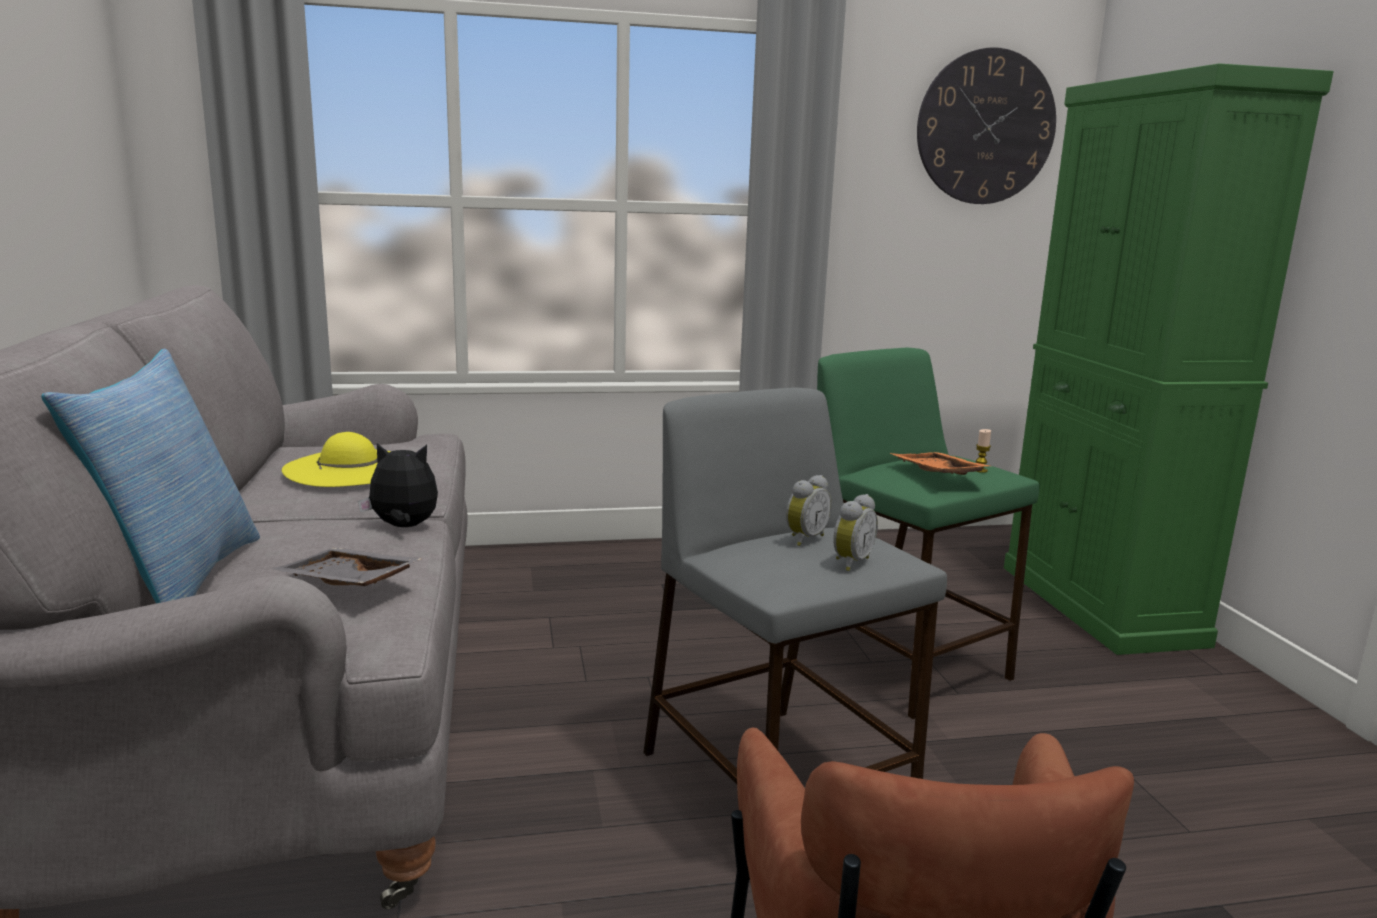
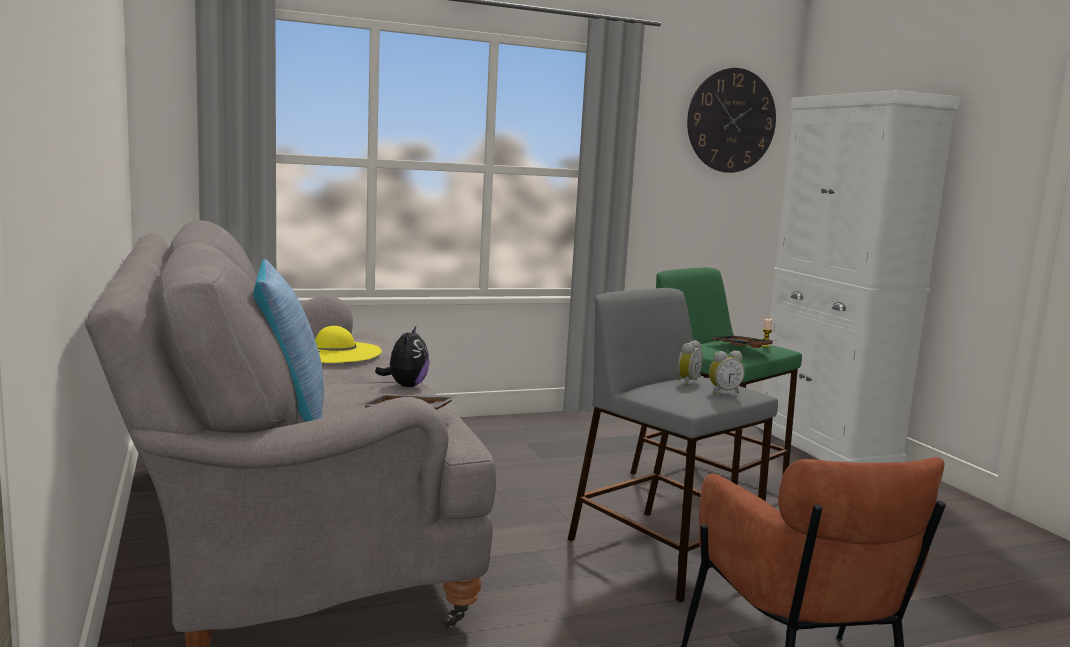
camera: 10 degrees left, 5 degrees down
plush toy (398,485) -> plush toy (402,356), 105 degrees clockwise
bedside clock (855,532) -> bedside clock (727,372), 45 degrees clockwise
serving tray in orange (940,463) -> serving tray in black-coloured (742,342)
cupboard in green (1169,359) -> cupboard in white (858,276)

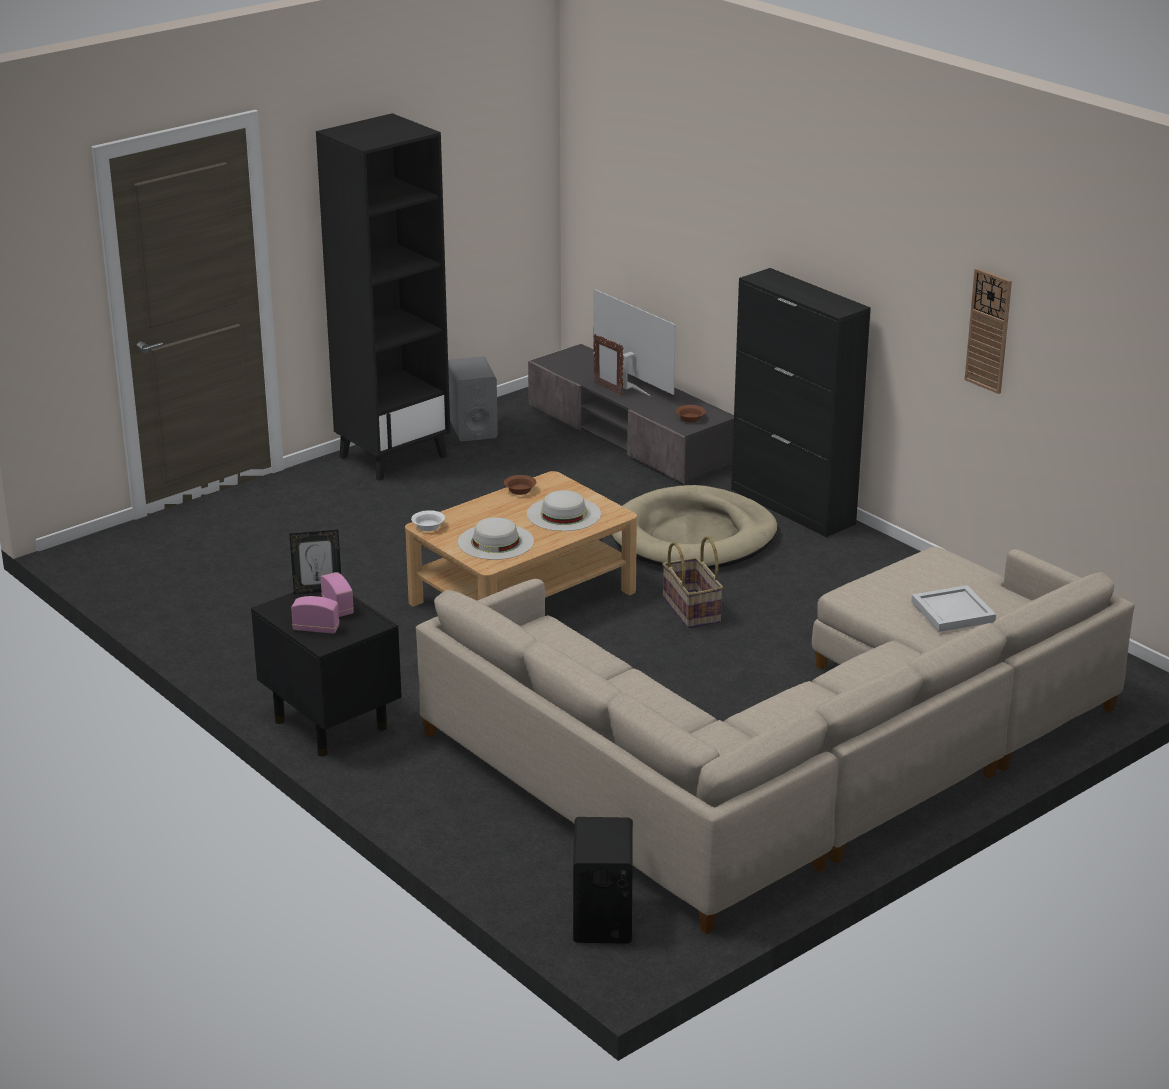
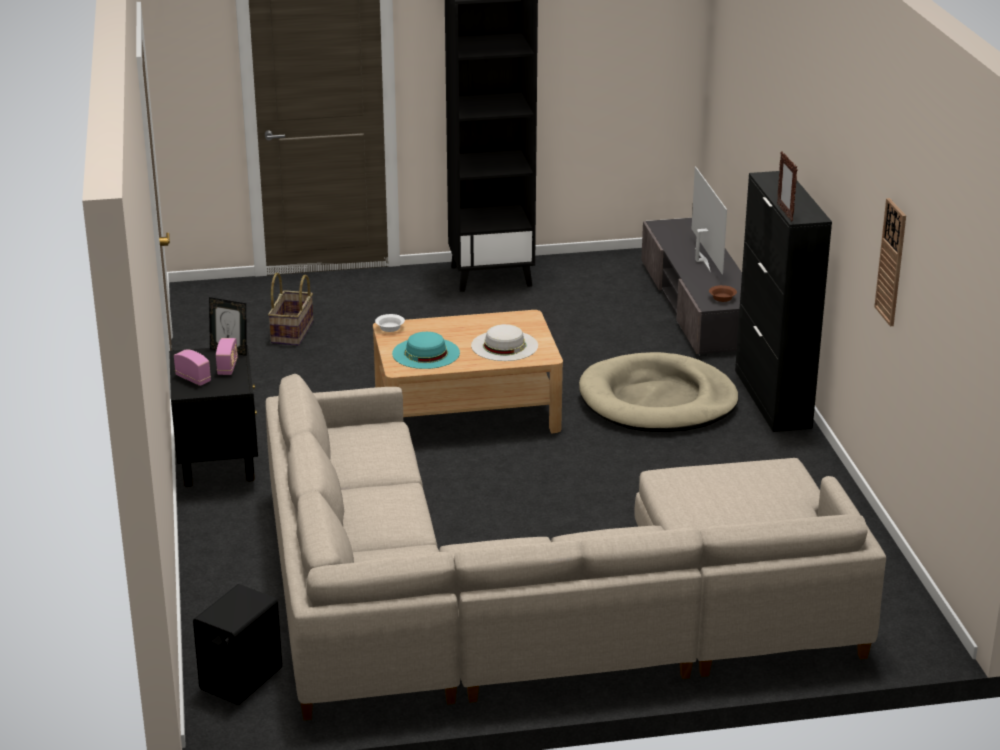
camera: 30 degrees right, 0 degrees up
audio speaker in grey (473,399) -> none
hat in white (496,538) -> hat in turquoise-coloured (426,350)
deep dish in brown (520,485) -> none
photo frame (608,364) -> photo frame (787,186), move
storage basket (692,582) -> storage basket (290,309), move
serving tray in white (953,608) -> none

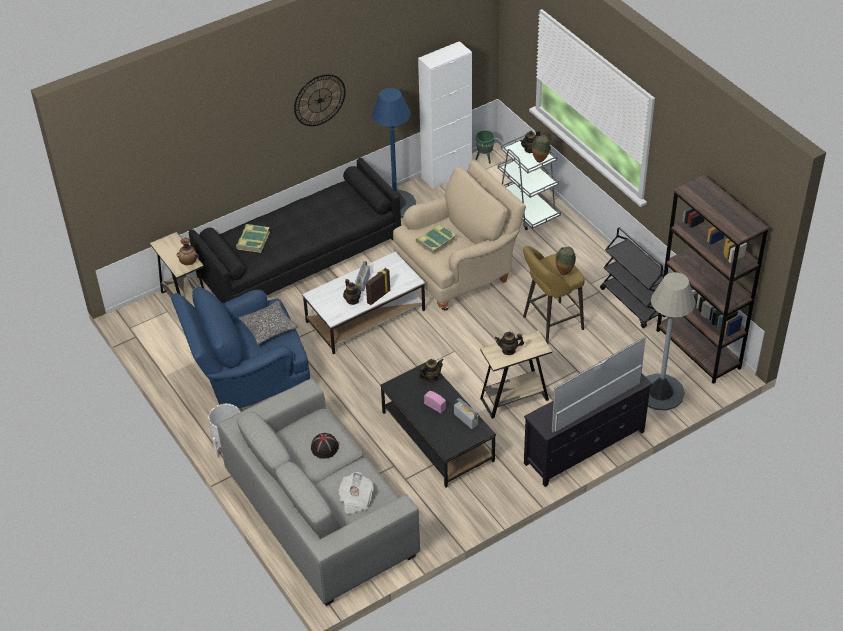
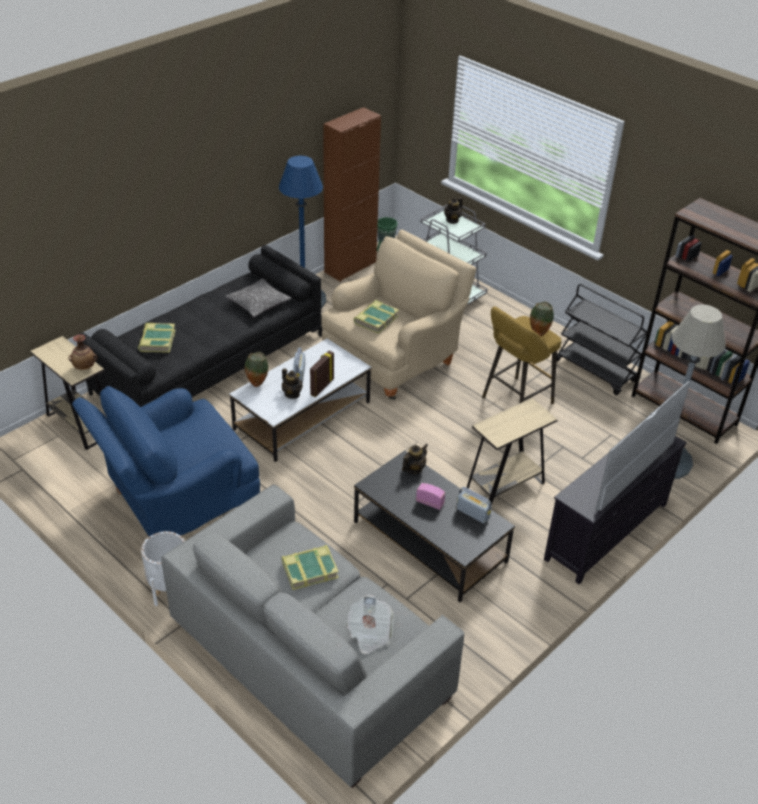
camera: 15 degrees left, 5 degrees down
throw pillow (268,323) -> throw pillow (259,298), move
hanging clock (320,100) -> none
hat in black-coloured (325,445) -> book (310,567)
cupboard in white (445,115) -> cupboard in brown (352,194)
tea pot (509,343) -> none
vase (541,149) -> vase (256,369), move

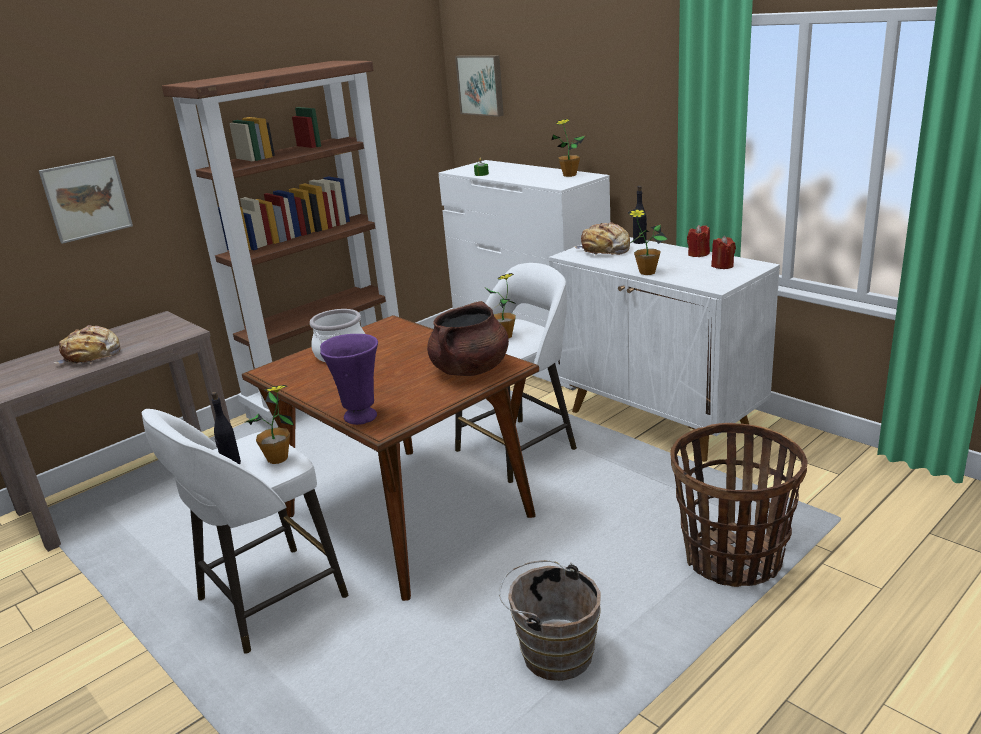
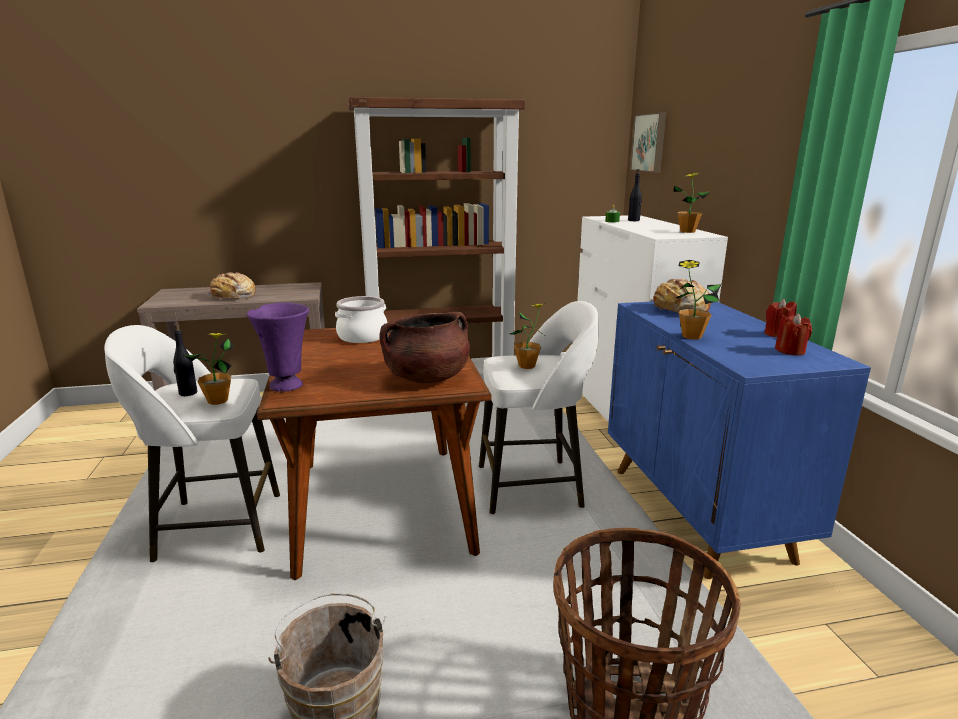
camera: 30 degrees right, 5 degrees down
picture (86,200) -> none
cupboard in white (664,349) -> cupboard in bluish (739,440)
bottle in black-coloured (640,215) -> bottle in black-coloured (635,195), move

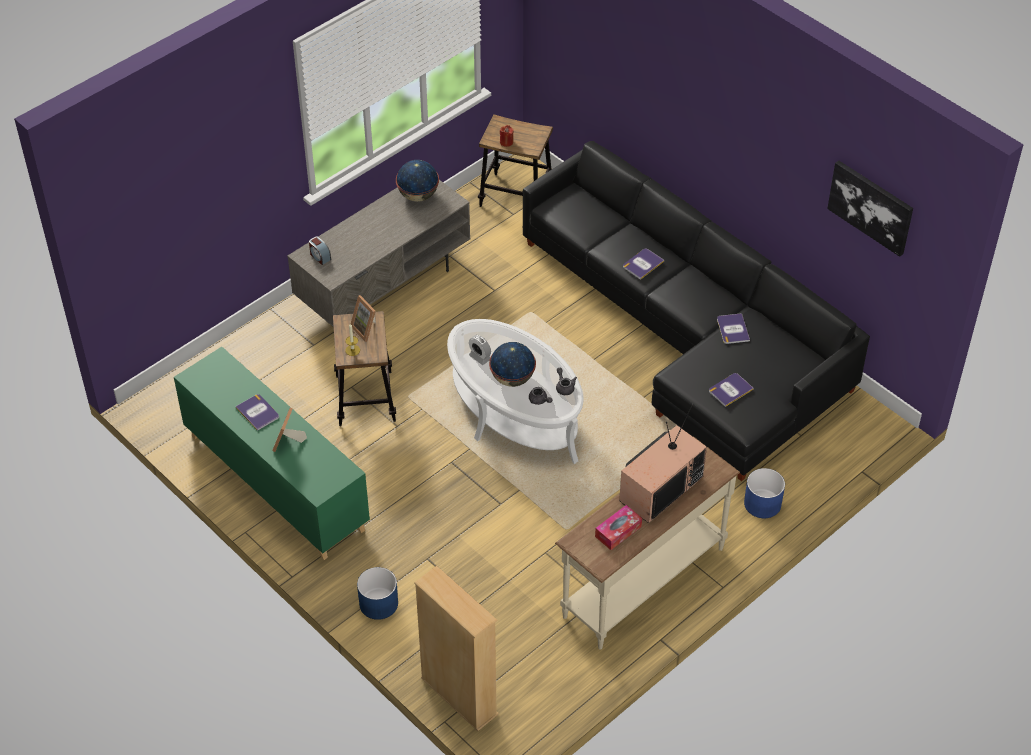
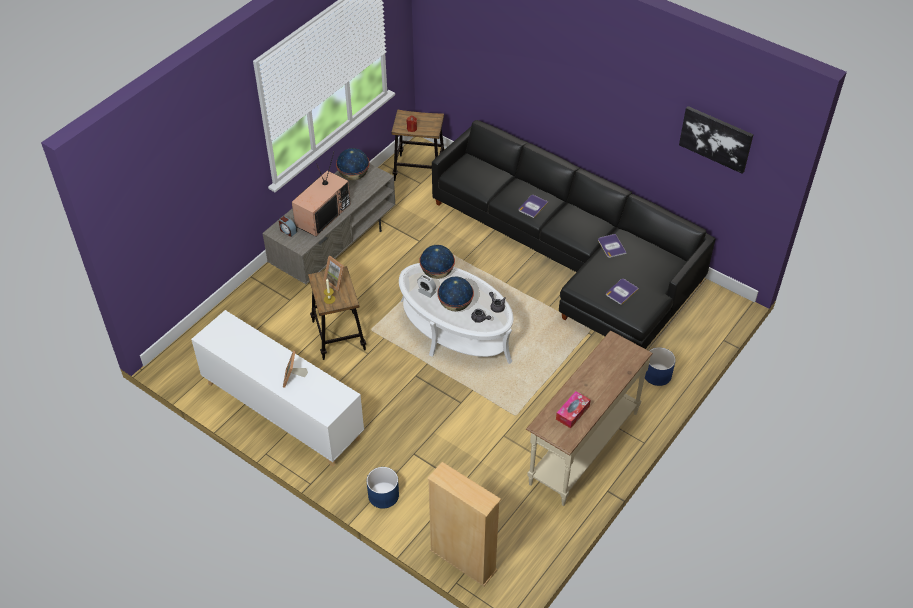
camera: 10 degrees left, 0 degrees up
cupboard in green (272,453) -> cupboard in white (277,388)
book (257,412) -> none
television (663,463) -> television (321,194), move
none -> desk globe (437,262)

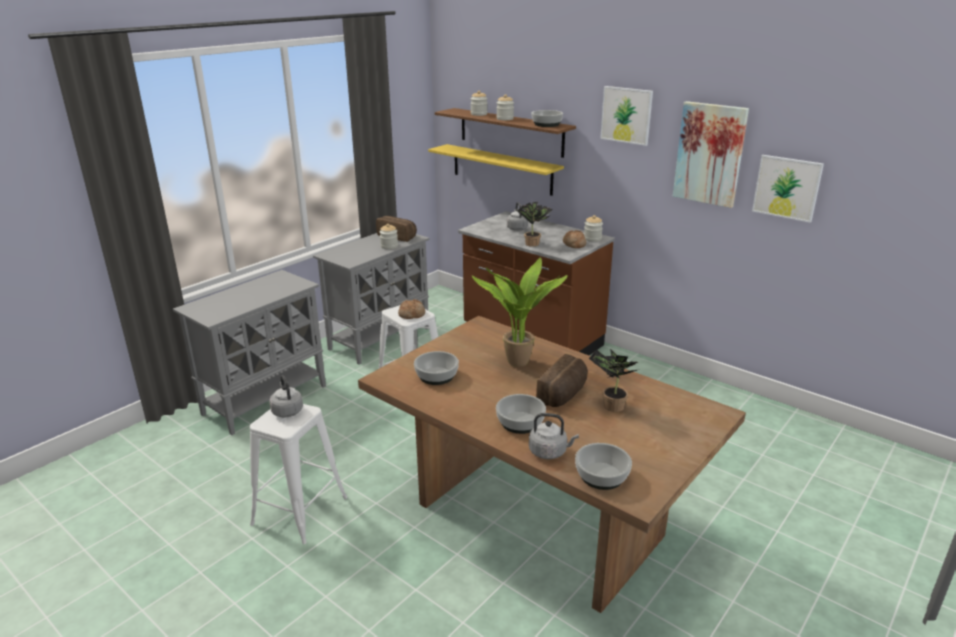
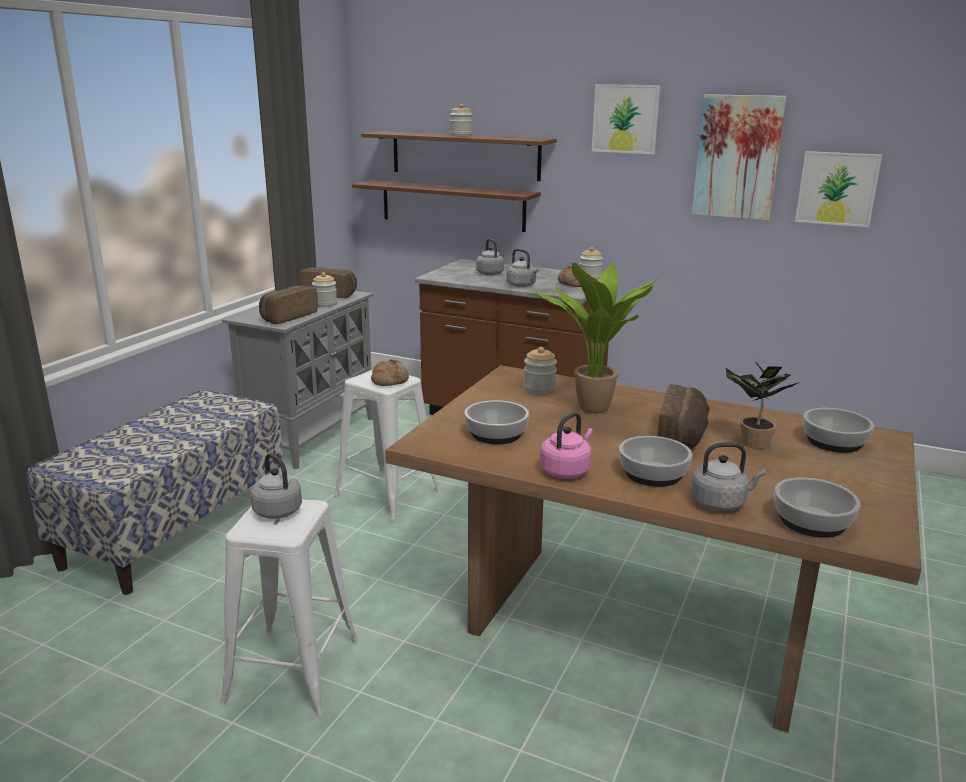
camera: 15 degrees left, 5 degrees down
cupboard in grey (249,352) -> indoor bench (154,492)
wall shelf in yellow (496,170) -> wall shelf in brown (446,206)
jar (479,103) -> jar (540,370), move
houseplant (534,224) -> kettle in grey (522,268)
deep dish (547,118) -> deep dish (838,430), move
none -> baked bread (288,304)
none -> kettle in pink (566,445)

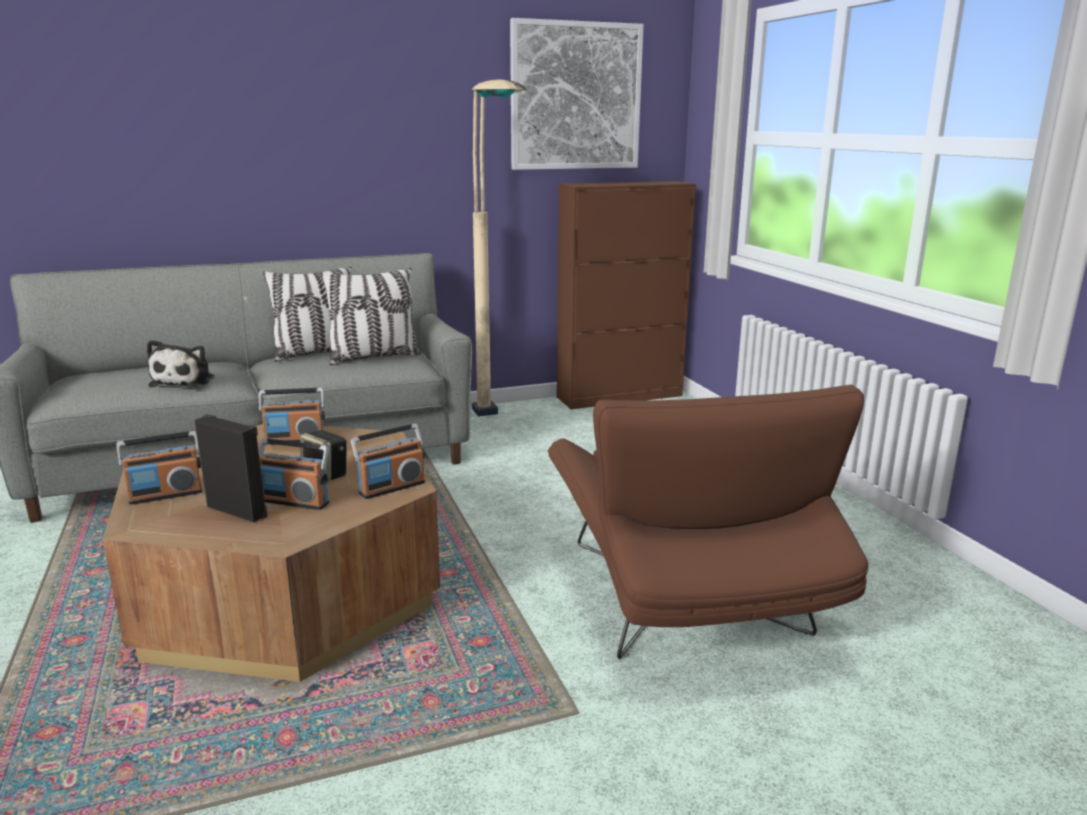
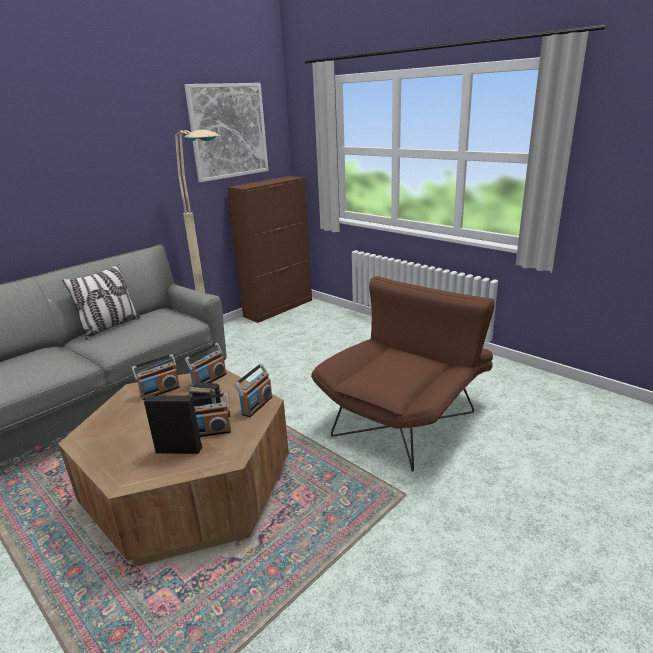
camera: 25 degrees left, 5 degrees up
radio receiver (159,468) -> radio receiver (206,364), move
plush toy (181,364) -> none
throw pillow (371,316) -> none
armchair in brown (708,522) -> armchair in brown (403,374), 105 degrees counterclockwise

